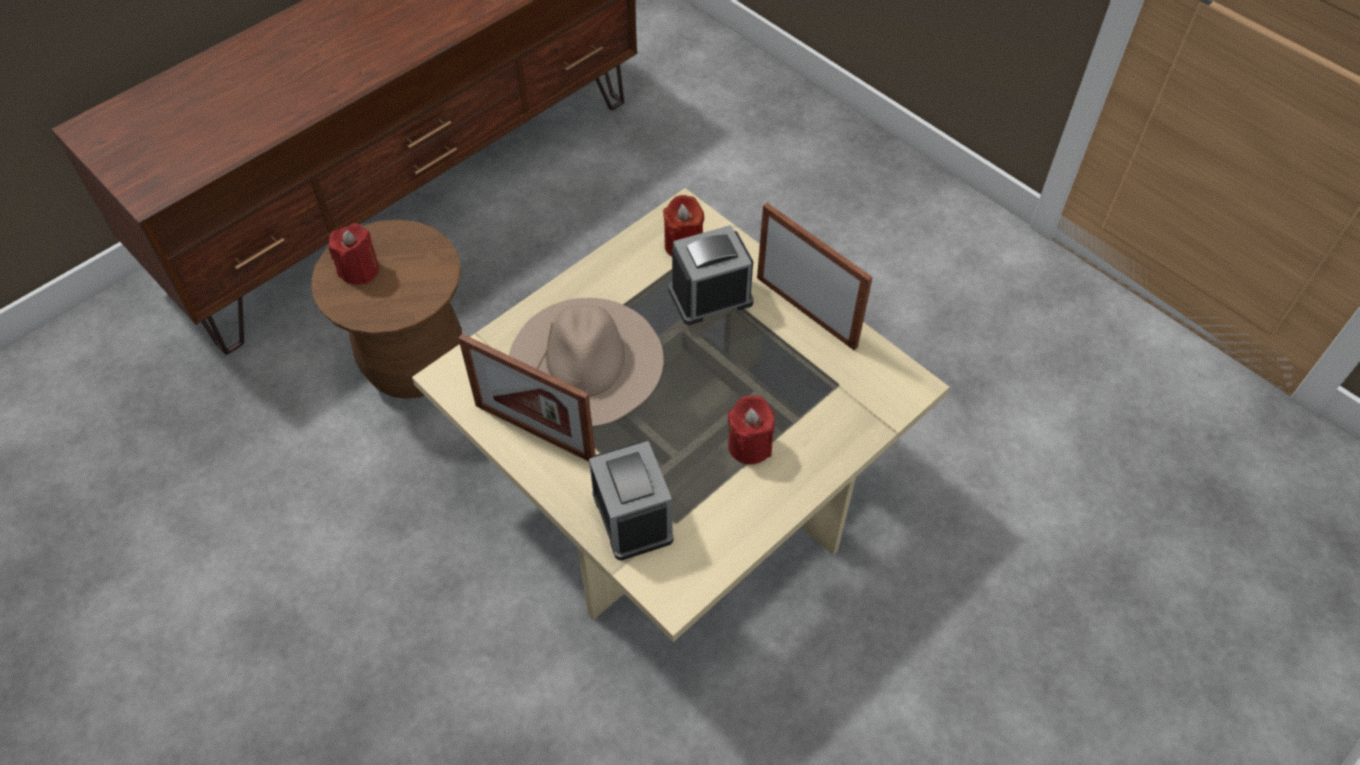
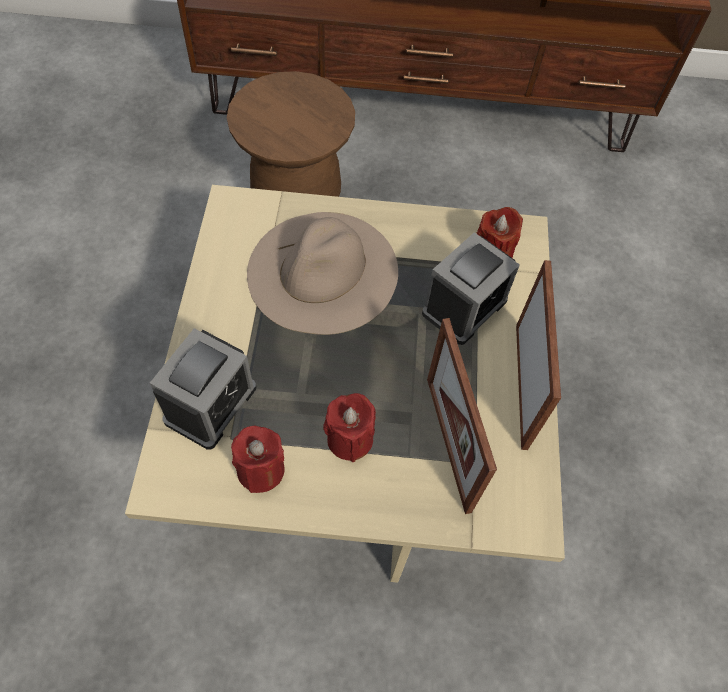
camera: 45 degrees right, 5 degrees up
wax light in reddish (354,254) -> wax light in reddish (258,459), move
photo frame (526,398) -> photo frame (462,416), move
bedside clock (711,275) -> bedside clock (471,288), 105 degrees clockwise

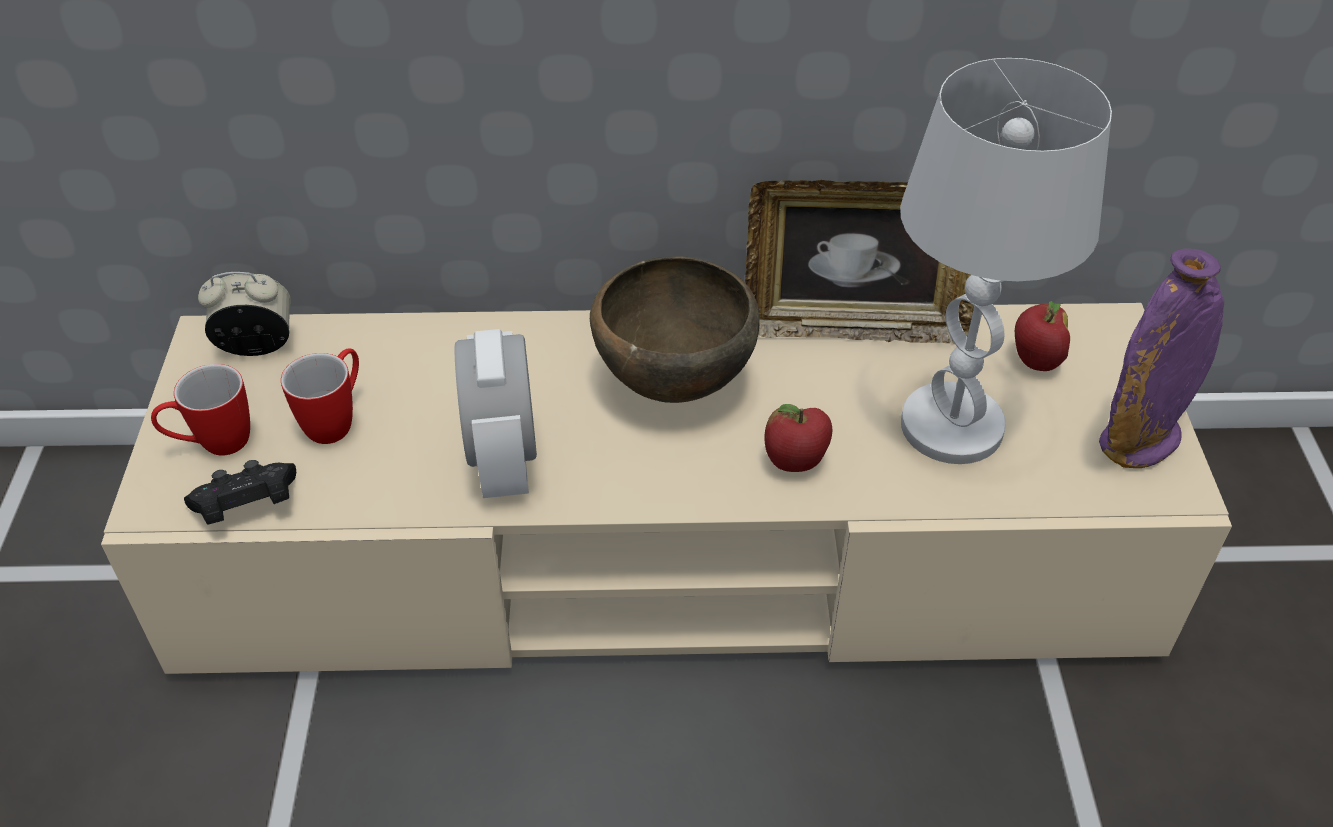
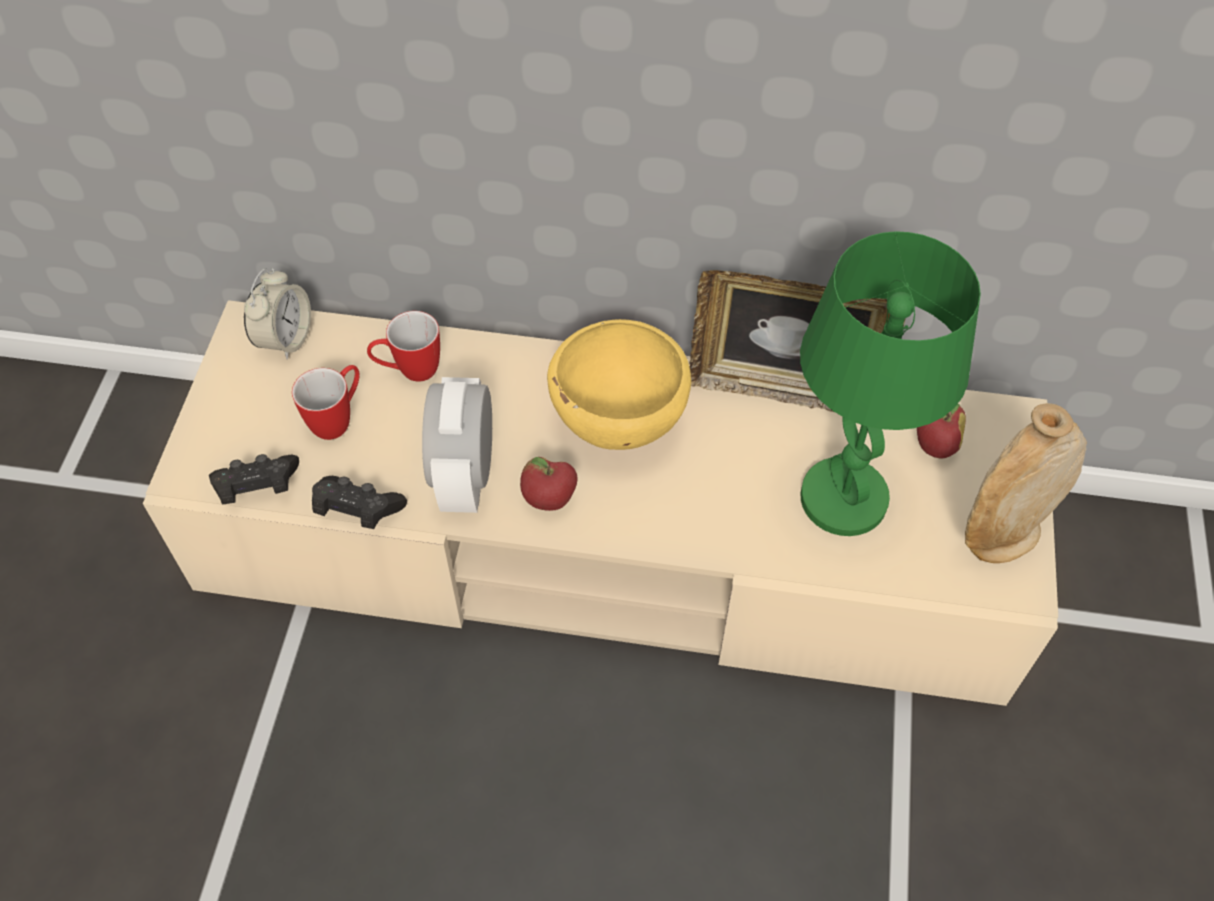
camera: 10 degrees right, 10 degrees up
coffee mug (200,410) -> coffee mug (403,346), move
bedside clock (244,314) -> bedside clock (277,314), 105 degrees clockwise
deep dish in brown (675,329) -> deep dish in yellow (619,384)
whole apple (798,438) -> whole apple (548,484), move
lamp for a table in white (1006,261) -> lamp for a table in green (890,383)
vase in purple (1161,358) -> vase in sand-coloured (1026,483)
none -> gamepad in black-coloured (359,502)

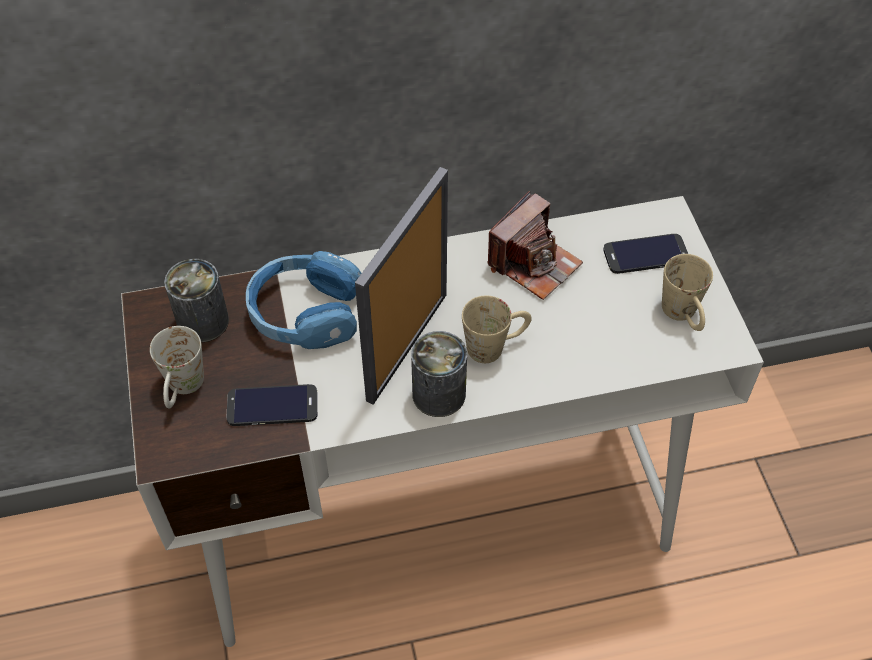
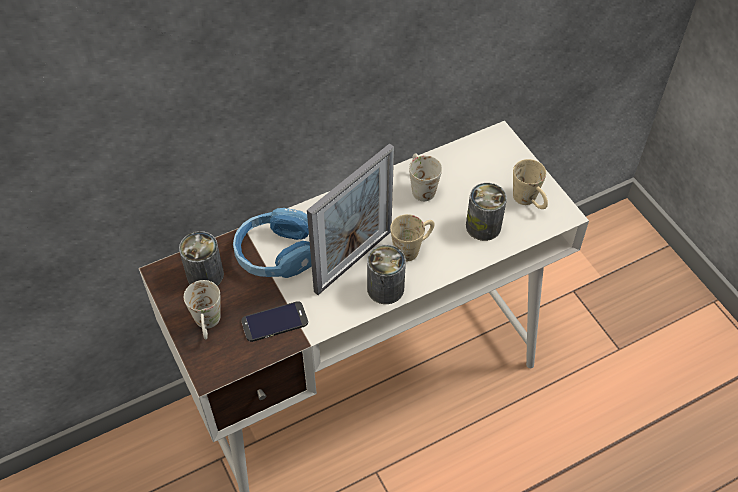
camera: 15 degrees left, 0 degrees up
photo frame (401,285) -> photo frame (350,219), 150 degrees counterclockwise
photo camera (535,245) -> coffee mug in white (425,177)
telephone (645,254) -> none
none -> can (486,212)

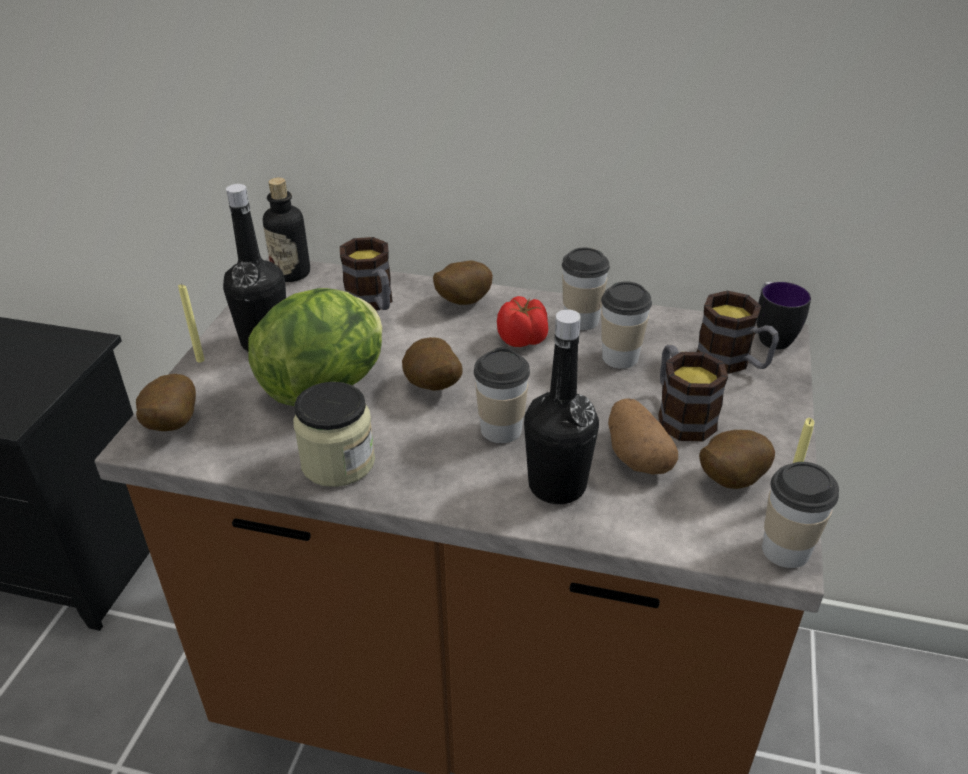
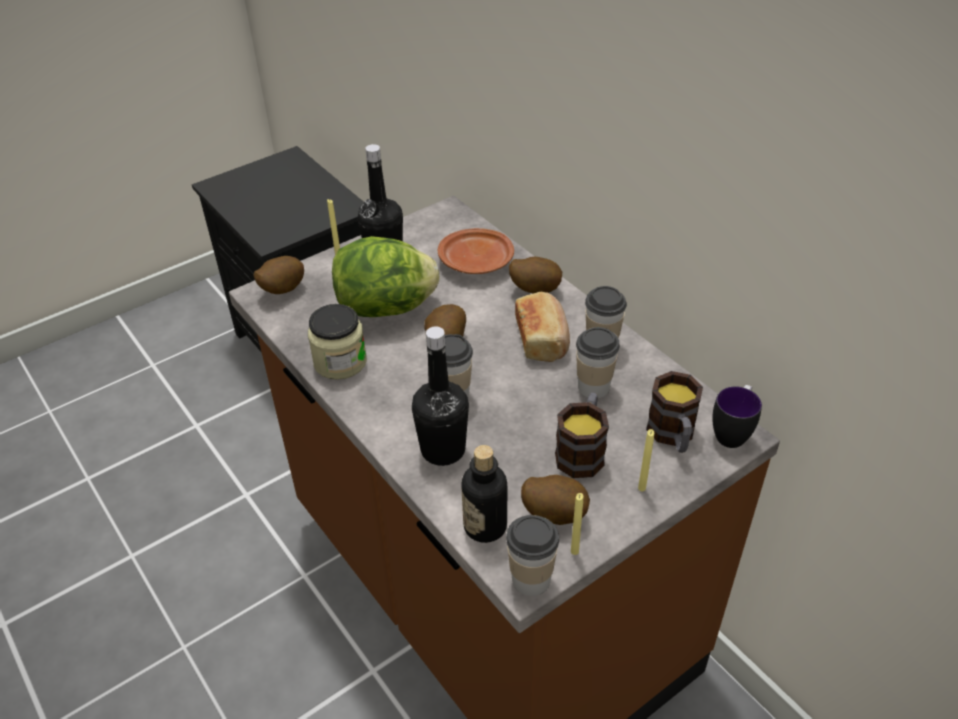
camera: 40 degrees right, 5 degrees up
bottle (286,230) -> bottle (484,494), move
coffee mug (366,273) -> dinner plate in brown (476,251)
whole tomato (522,321) -> baked bread (542,327)
whole potato (643,436) -> none
none -> wax light in yellow (646,460)

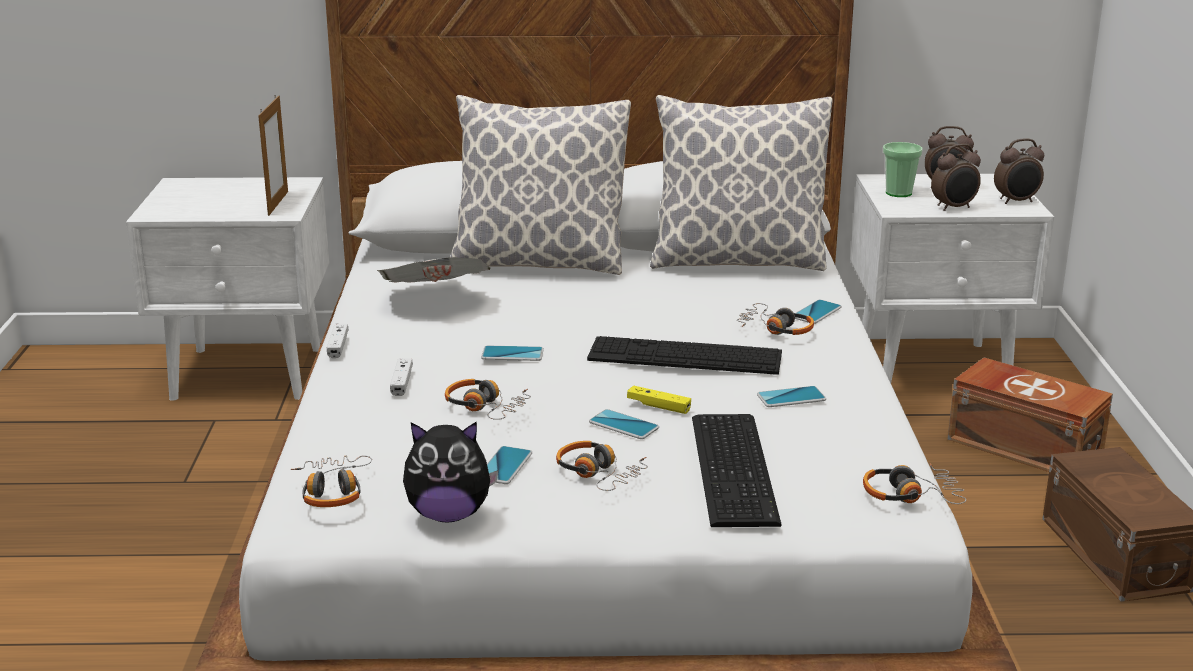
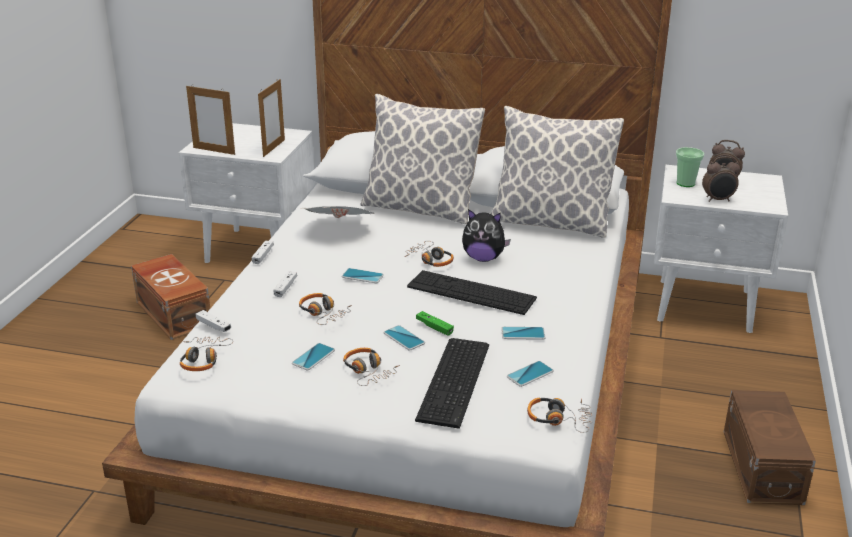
camera: 15 degrees right, 5 degrees up
plush toy (451,472) -> plush toy (486,235), move
gamepad in yellow (659,399) -> gamepad in green (435,323)
pair of headphones (775,319) -> pair of headphones (429,254), move
telephone (818,312) -> telephone (530,374), move
storage container in brown (1030,415) -> storage container in brown (170,297), move
bedside clock (1019,171) -> none
none -> photo frame (210,119)
none -> gamepad in white (213,321)

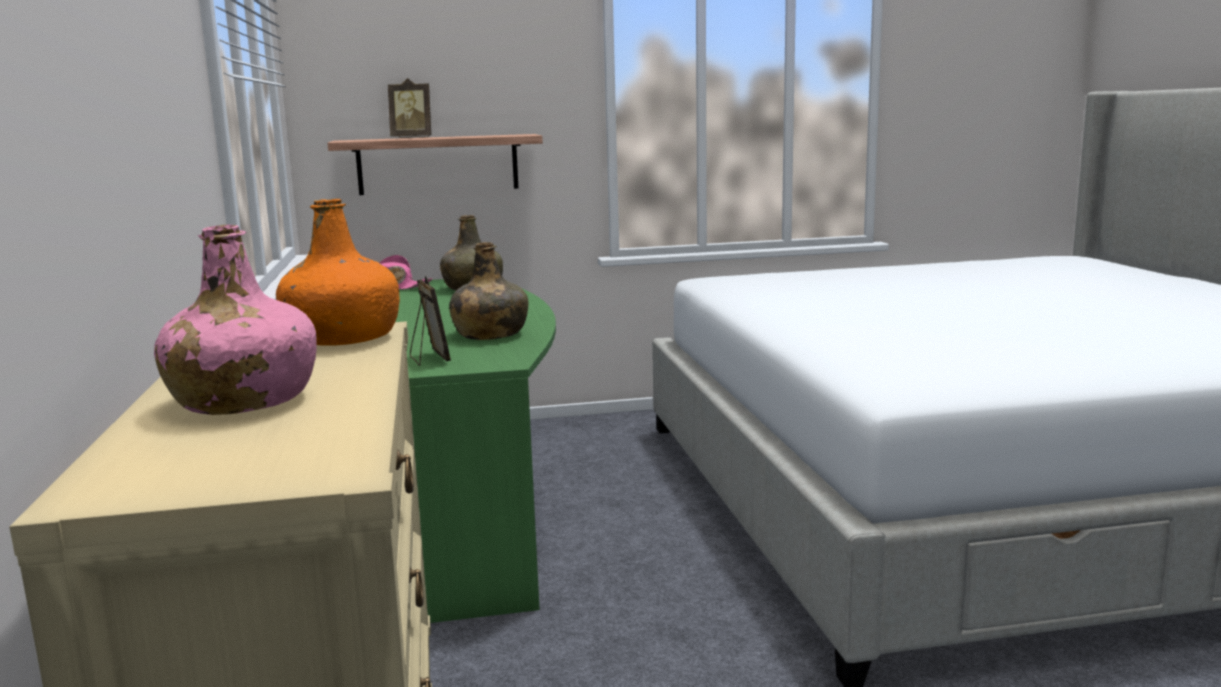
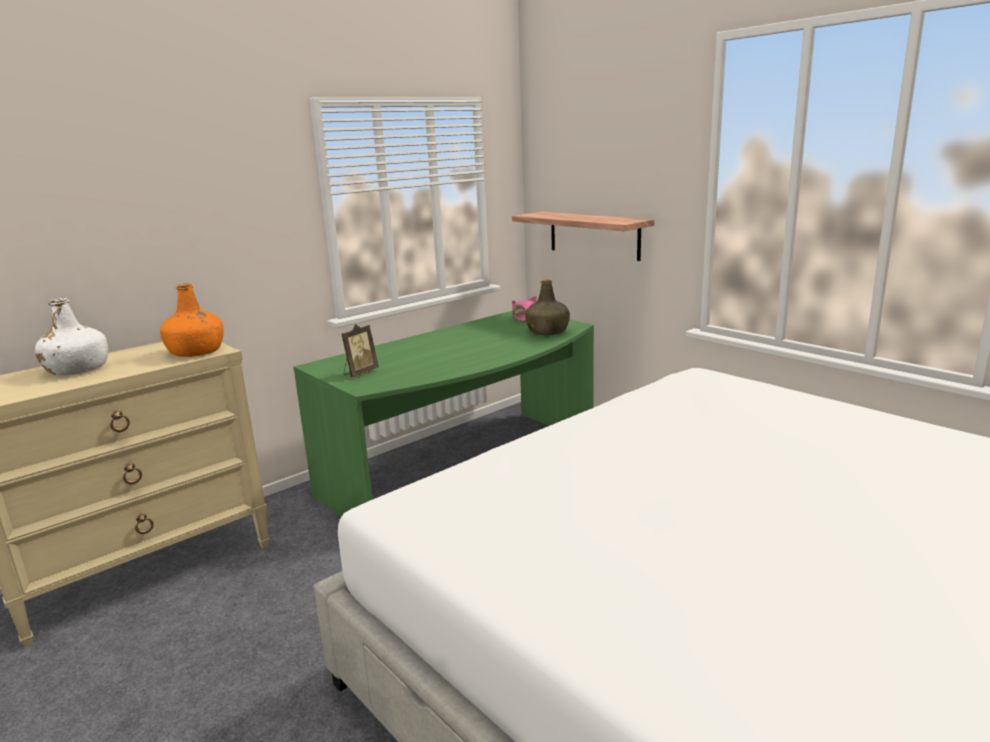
camera: 60 degrees right, 5 degrees up
bottle in pink (235,320) -> bottle in white (71,336)
photo frame (409,108) -> none
bottle in green (488,291) -> none

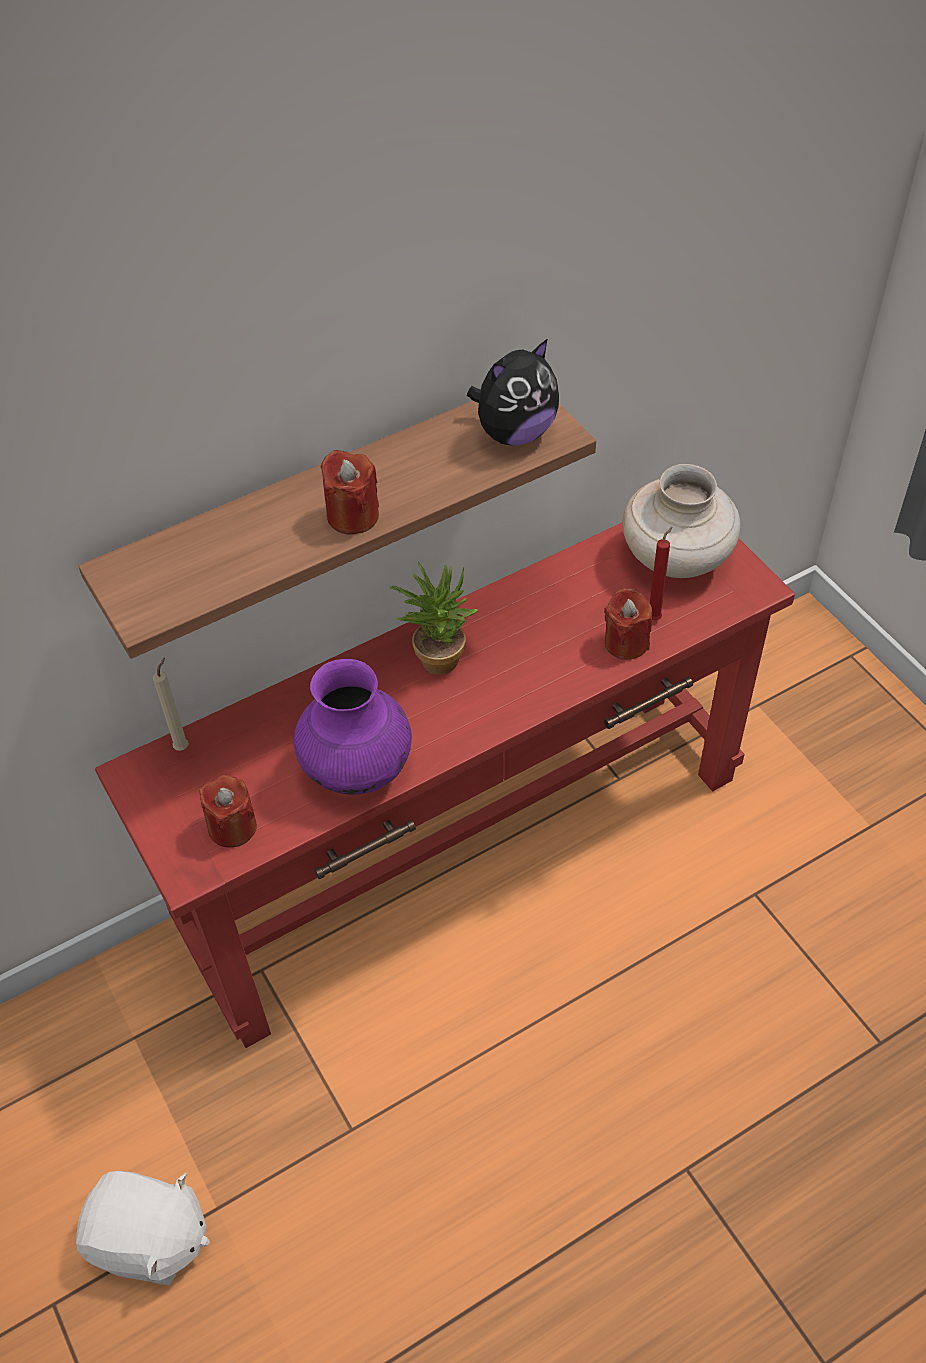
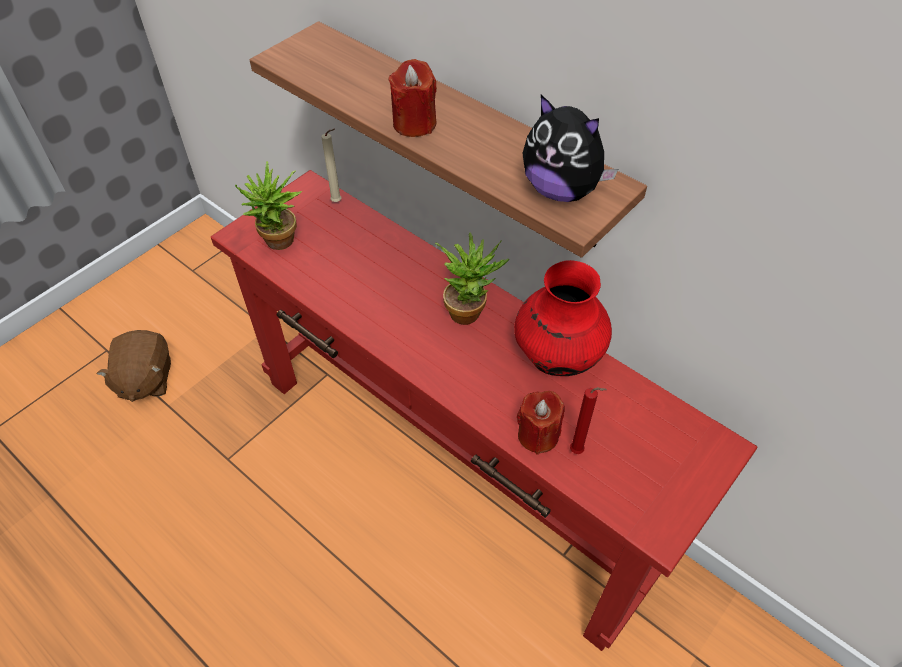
camera: 70 degrees right, 0 degrees up
plush toy in white (143,1228) -> plush toy in brown (134,366)
wax light in reddish (228,811) -> houseplant (268,205)
vase in purple (353,727) -> none
vase in sand-coloured (681,521) -> none
none -> vase in reddish (563,318)

